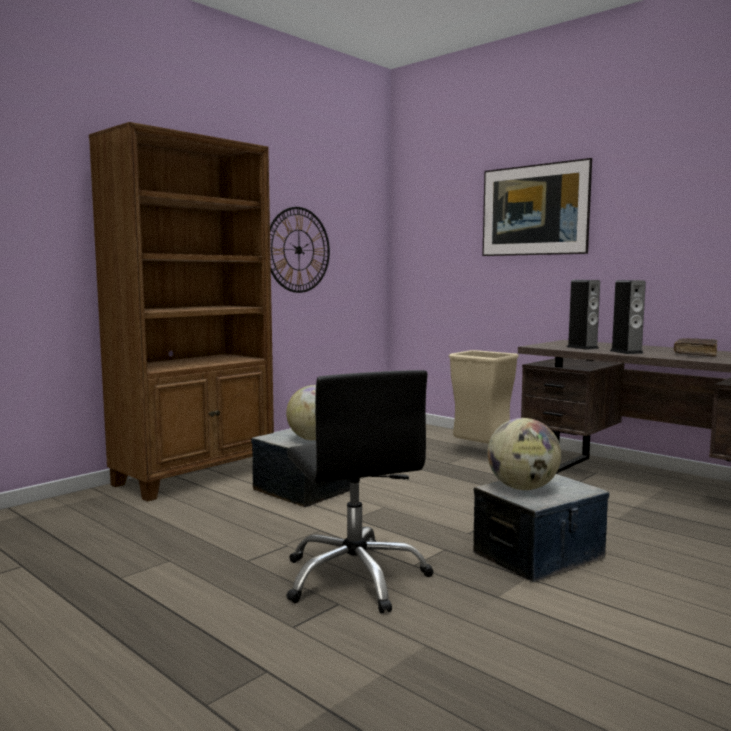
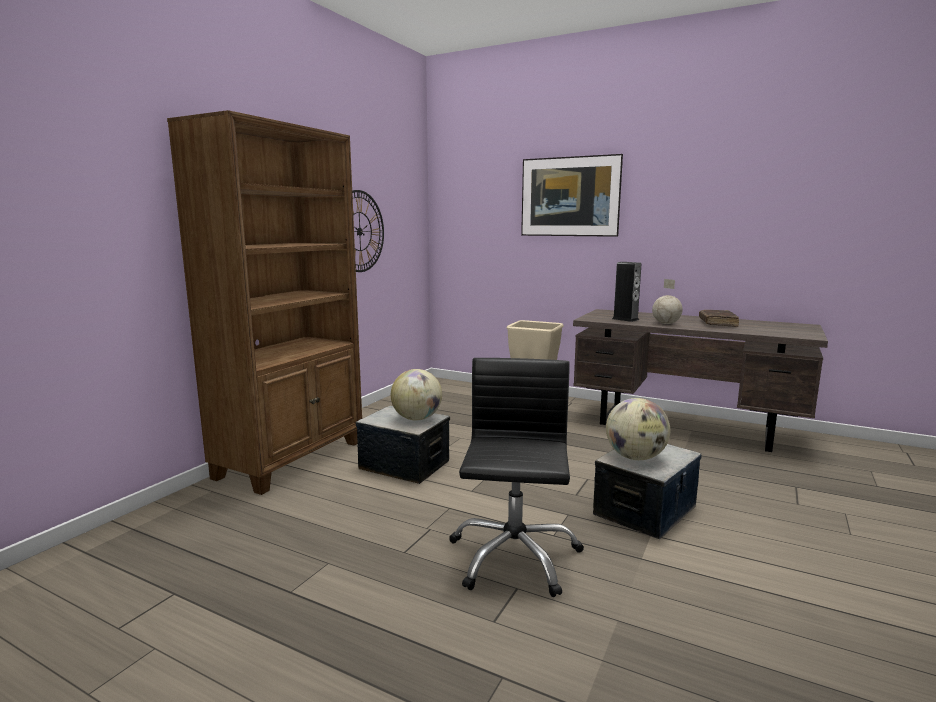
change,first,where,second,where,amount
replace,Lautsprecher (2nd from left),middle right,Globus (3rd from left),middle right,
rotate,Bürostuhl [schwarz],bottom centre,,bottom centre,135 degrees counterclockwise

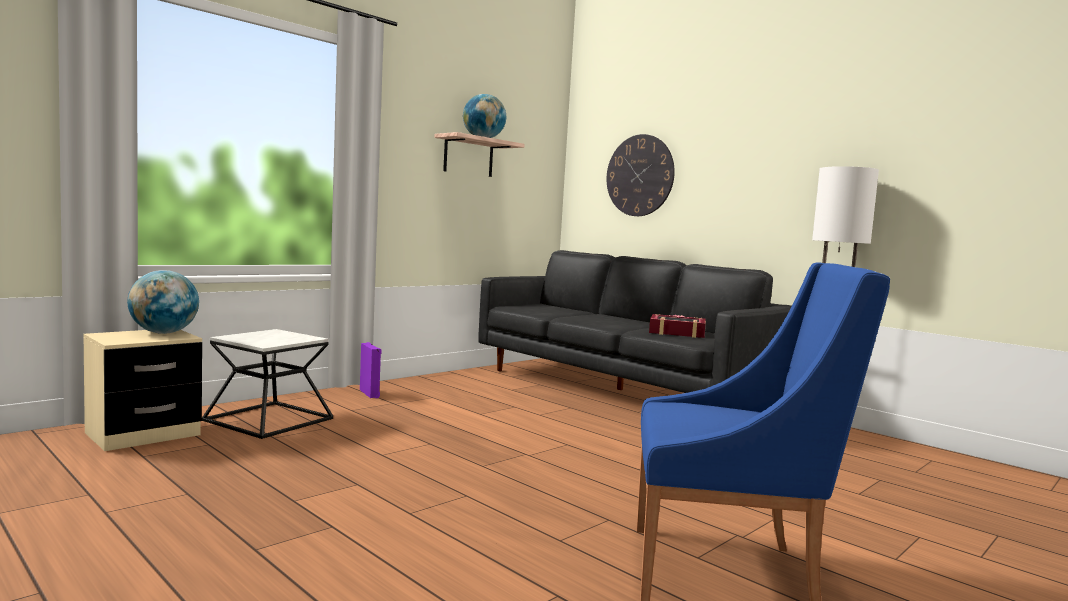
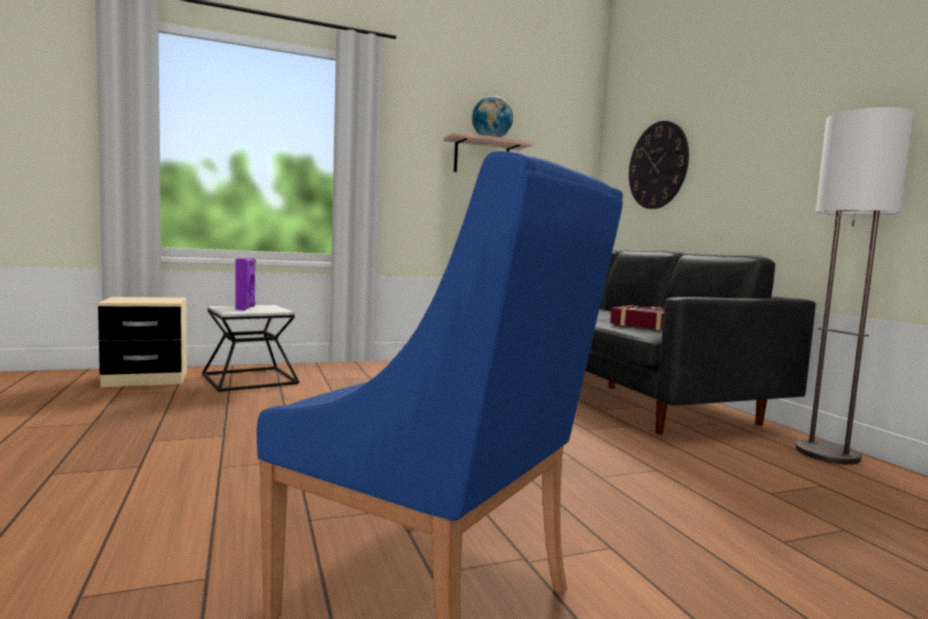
change,first,where,second,where,amount
delete,Globus (1st from left),middle left,,,
move,Lautsprecher [lila],centre,,middle left,

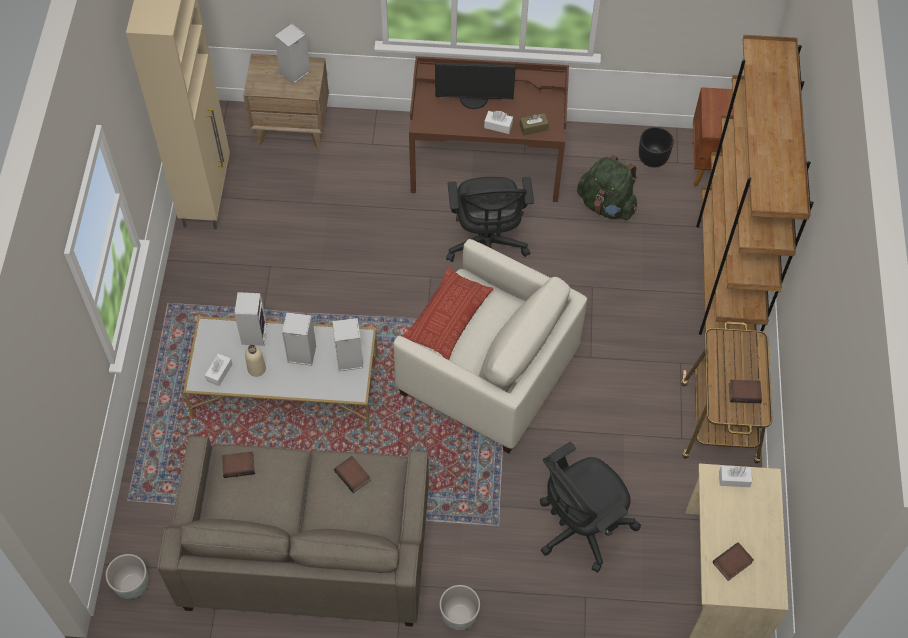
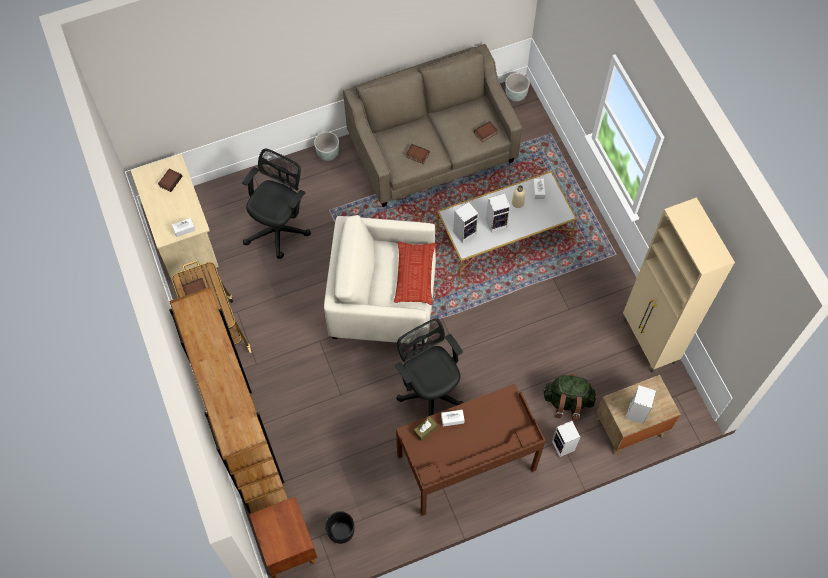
change,first,where,second,where,amount
delete,Monitor,top centre,,,
move,Rucksack [grün],top right,,bottom right,
move,Lautsprecher (1st from left in the first image),middle left,Lautsprecher (3rd from left),bottom right,

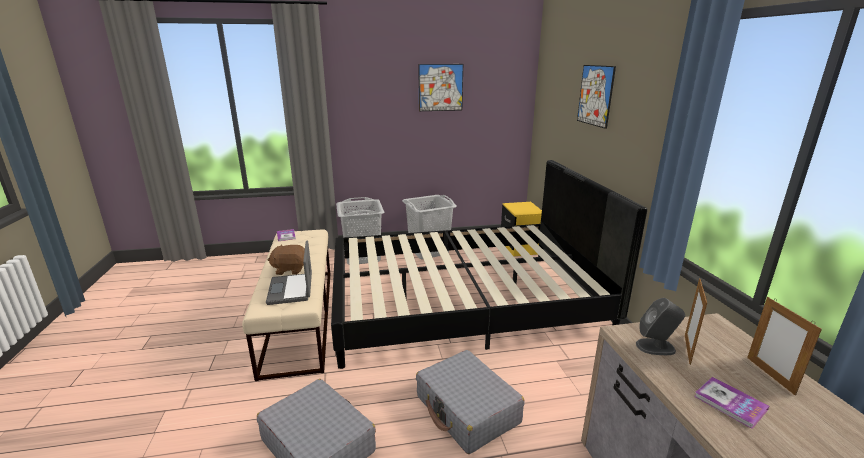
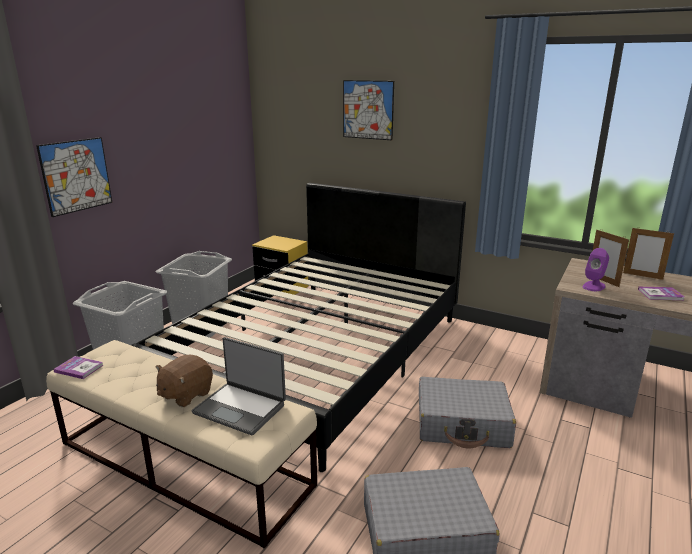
change,first,where,second,where,amount
move,Bild (1st from left),top centre,,top left,
recolor,Lautsprecher [grau],bottom right,Lautsprecher [lila],middle right,

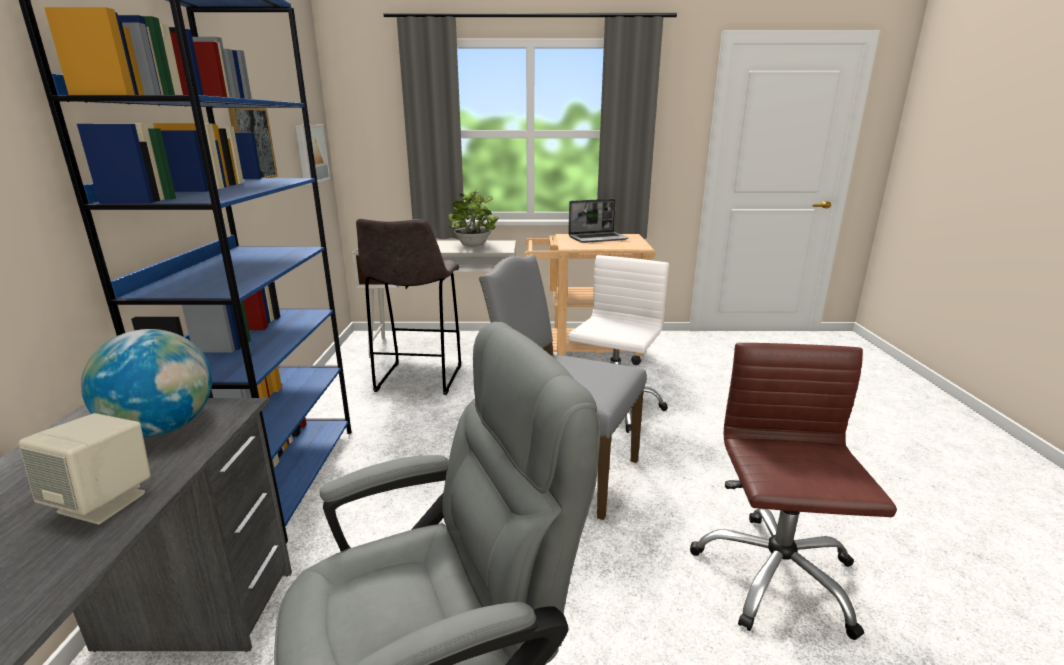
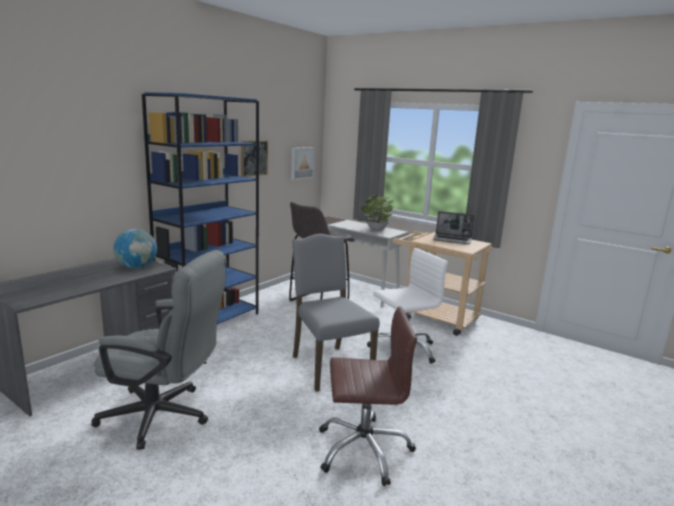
change,first,where,second,where,amount
rotate,Bürostuhl [braun],bottom right,,bottom centre,45 degrees clockwise
delete,Lautsprecher [beige],bottom left,,,

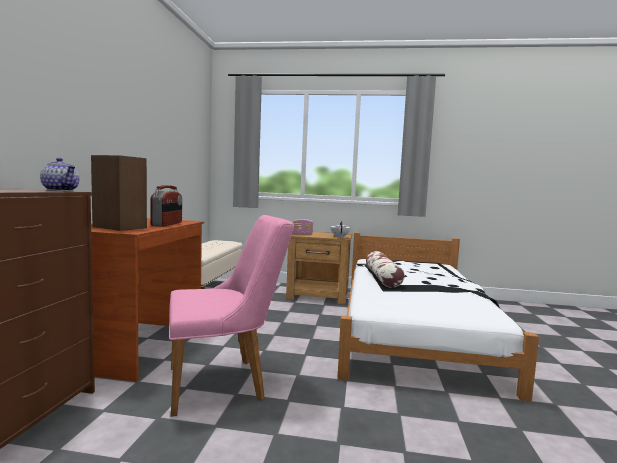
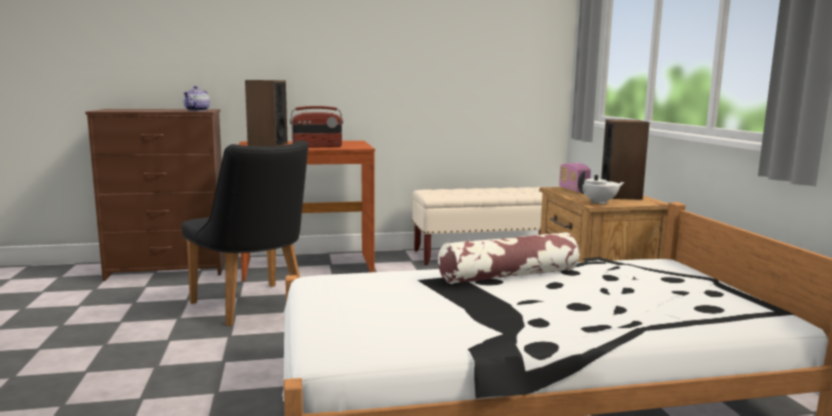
change,first,where,second,where,amount
recolor,Stuhl [rosa],bottom centre,Stuhl [schwarz],middle left,
insert,,,Lautsprecher (2nd from left),middle right,

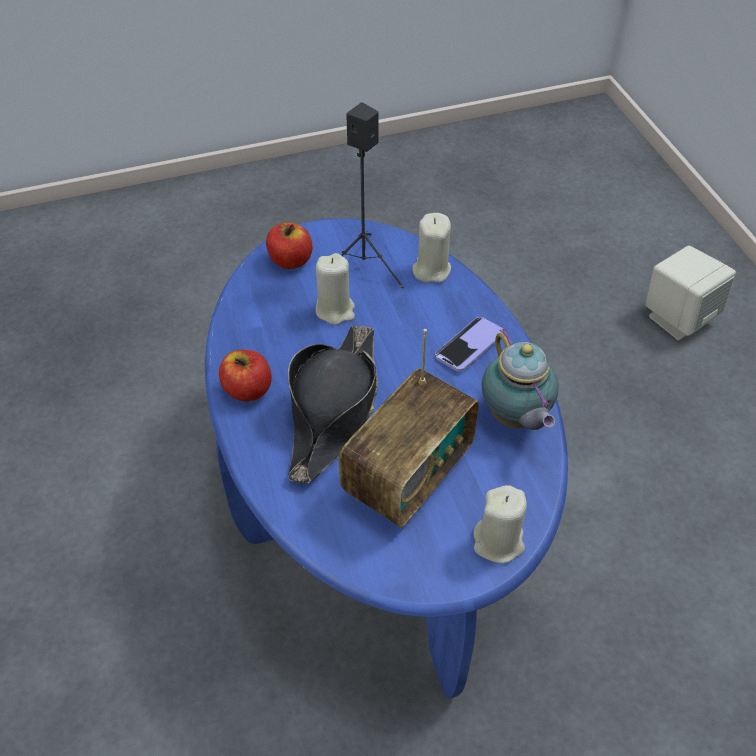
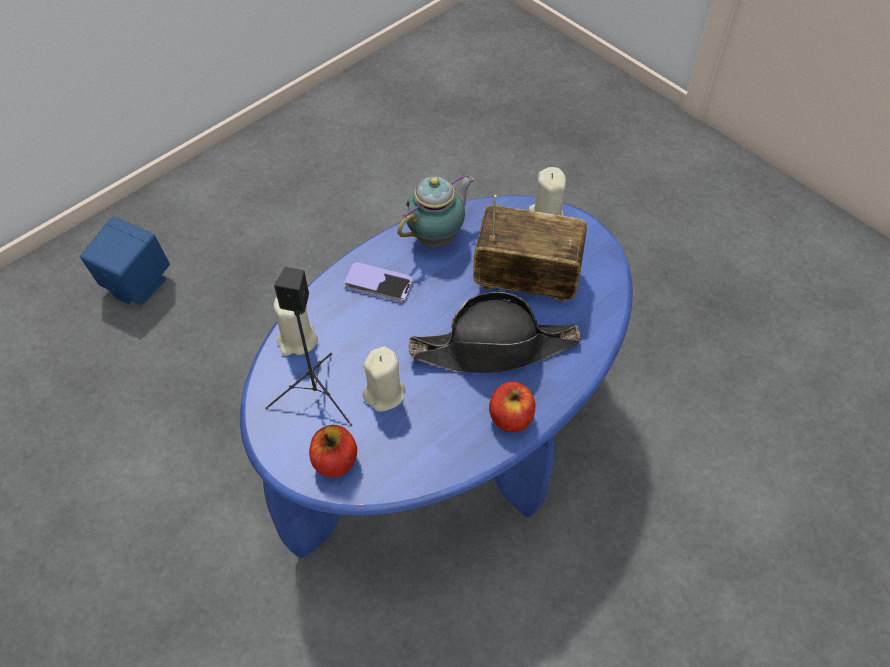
change,first,where,second,where,amount
recolor,Lautsprecher [beige],middle right,Lautsprecher [blau],middle left,

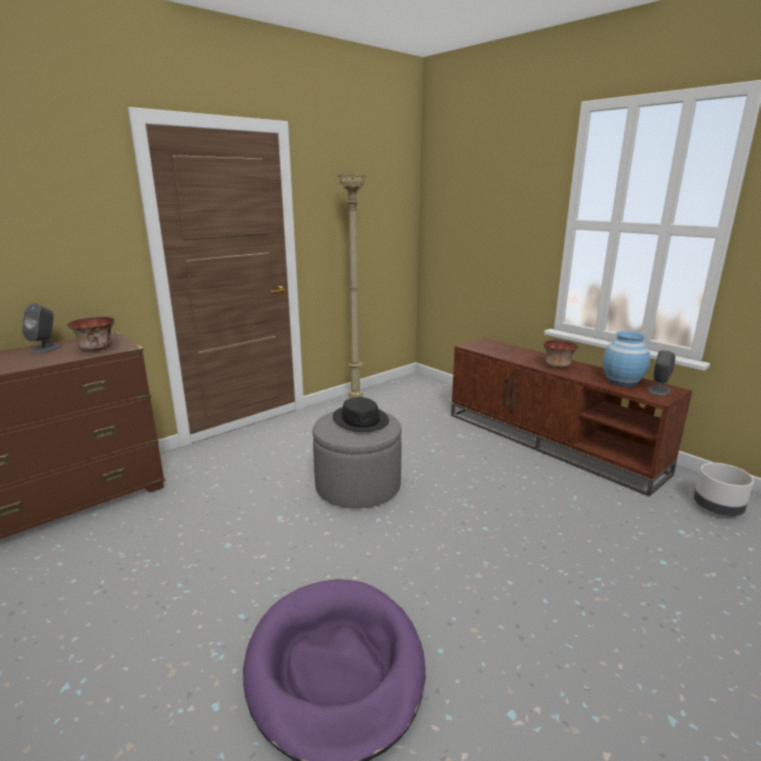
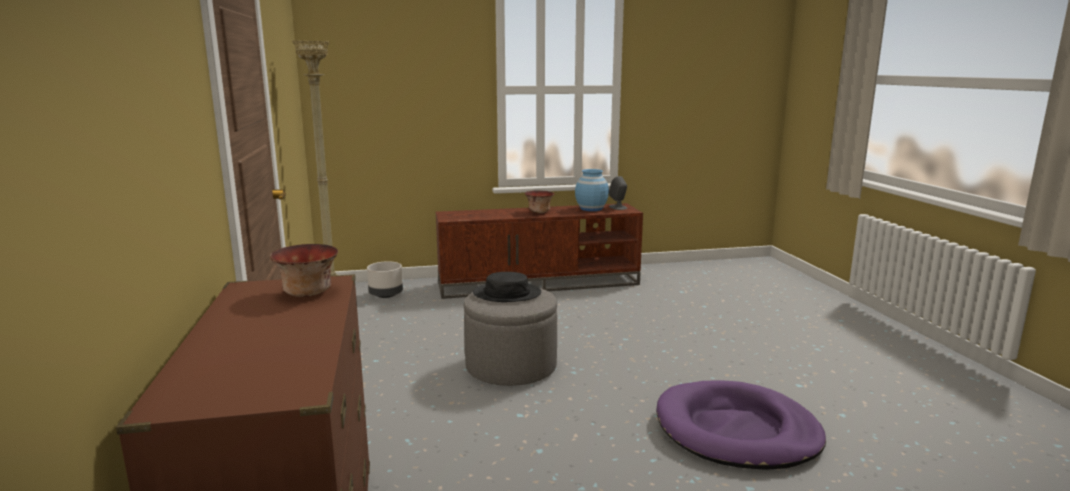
change,first,where,second,where,amount
delete,Lautsprecher [grau] (1st from left),middle left,,,
move,Pflanzkübel [grau],middle right,,centre,

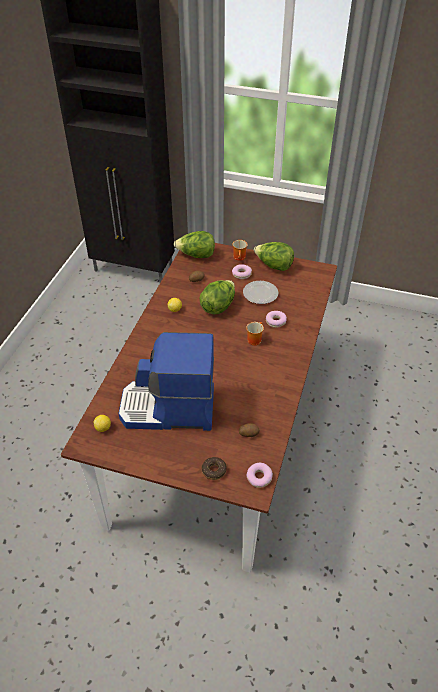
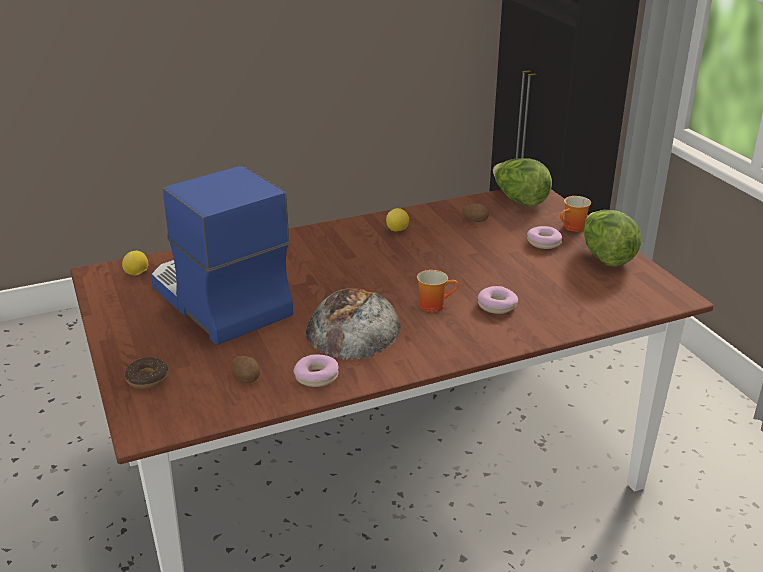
change,first,where,second,where,amount
delete,Salatkopf (2nd from left),centre,,,
delete,Teller,centre,,,
move,Donut (3rd from left in the first image),bottom centre,Donut (2nd from left),centre,
insert,,,Brot,centre,

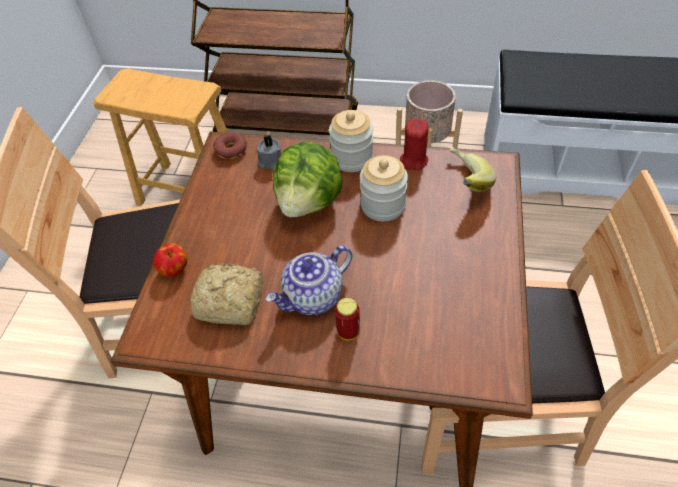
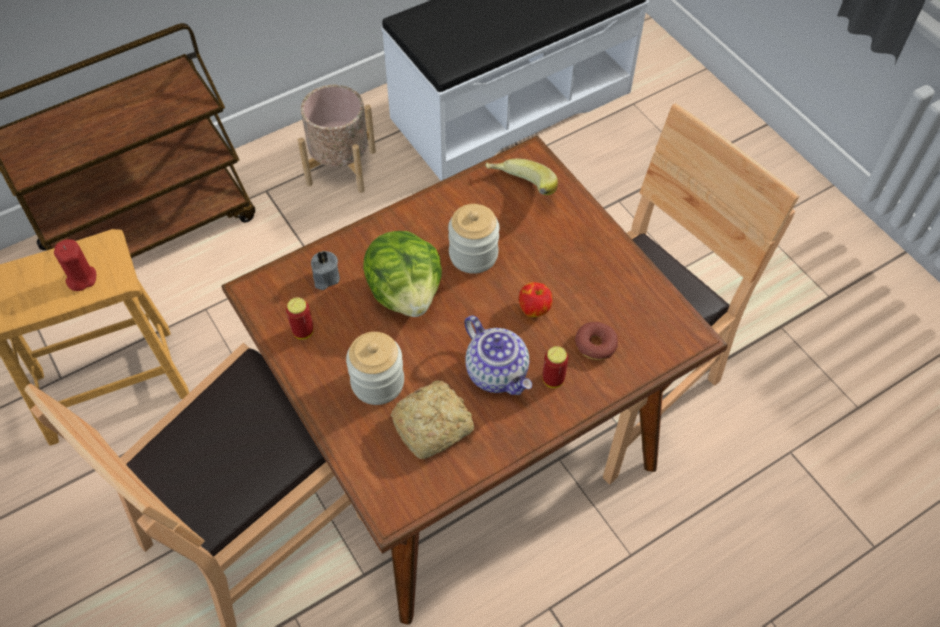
change,first,where,second,where,amount
move,Vorratsglas (1st from left),top centre,,centre,
move,Kerze [rot],top centre,,middle left,
move,Donut,top centre,,centre,
move,Apfel,middle left,,centre,
rotate,Teekanne,centre,,centre,45 degrees counterclockwise
insert,,,Dose (1st from left),middle left,

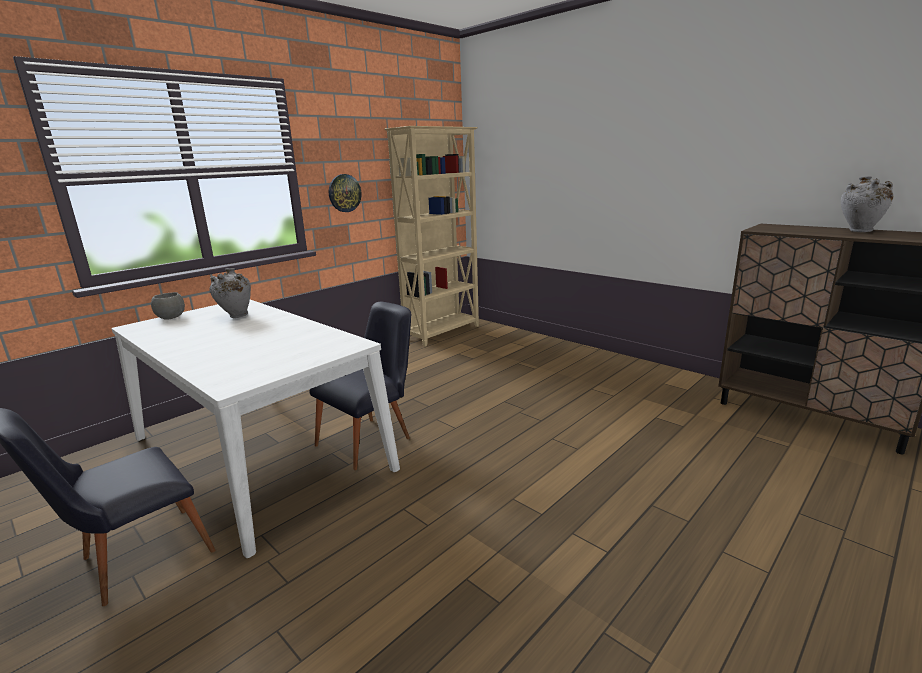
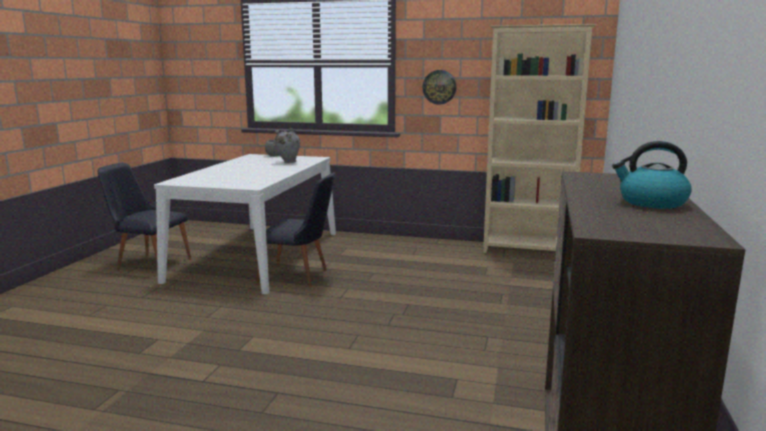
change,first,where,second,where,amount
replace,Vase [grau] (2nd from left),top right,Wasserkessel,middle right,

